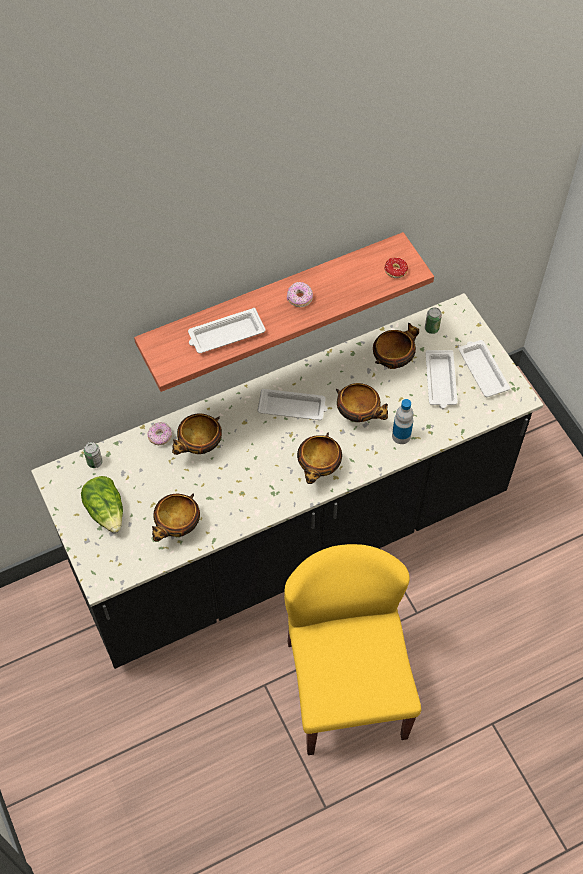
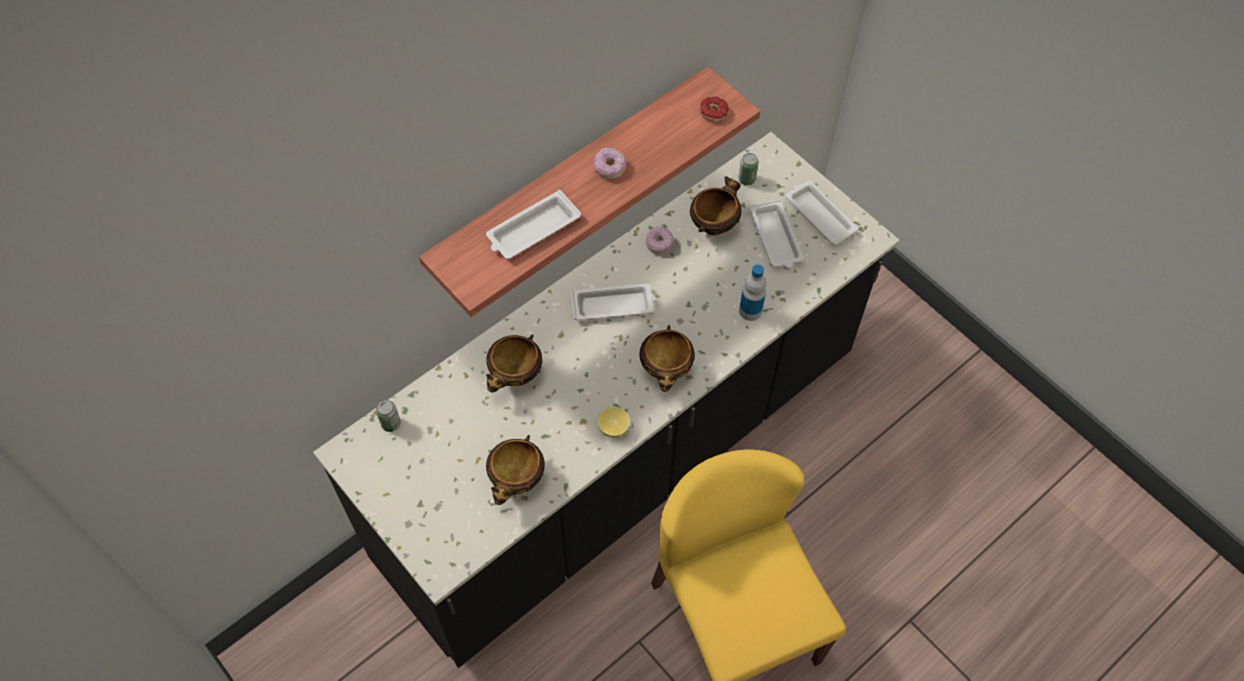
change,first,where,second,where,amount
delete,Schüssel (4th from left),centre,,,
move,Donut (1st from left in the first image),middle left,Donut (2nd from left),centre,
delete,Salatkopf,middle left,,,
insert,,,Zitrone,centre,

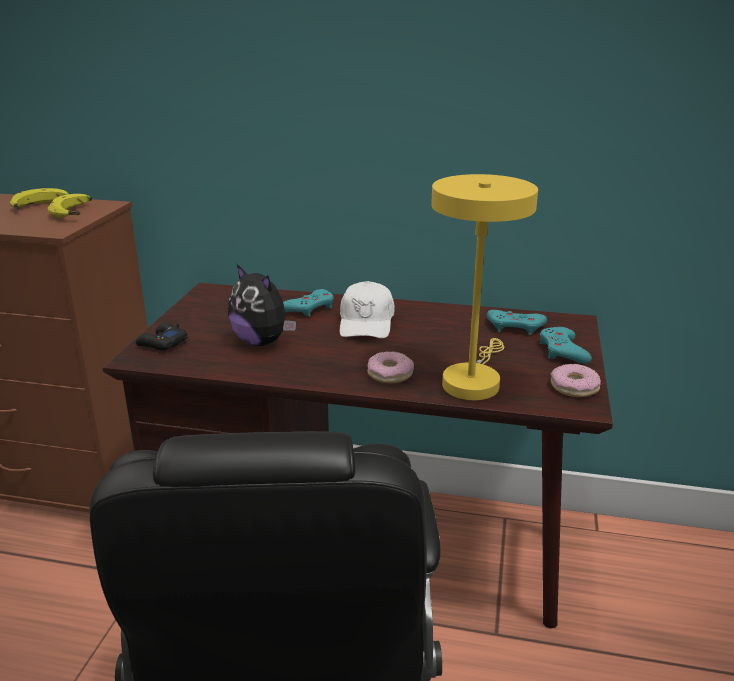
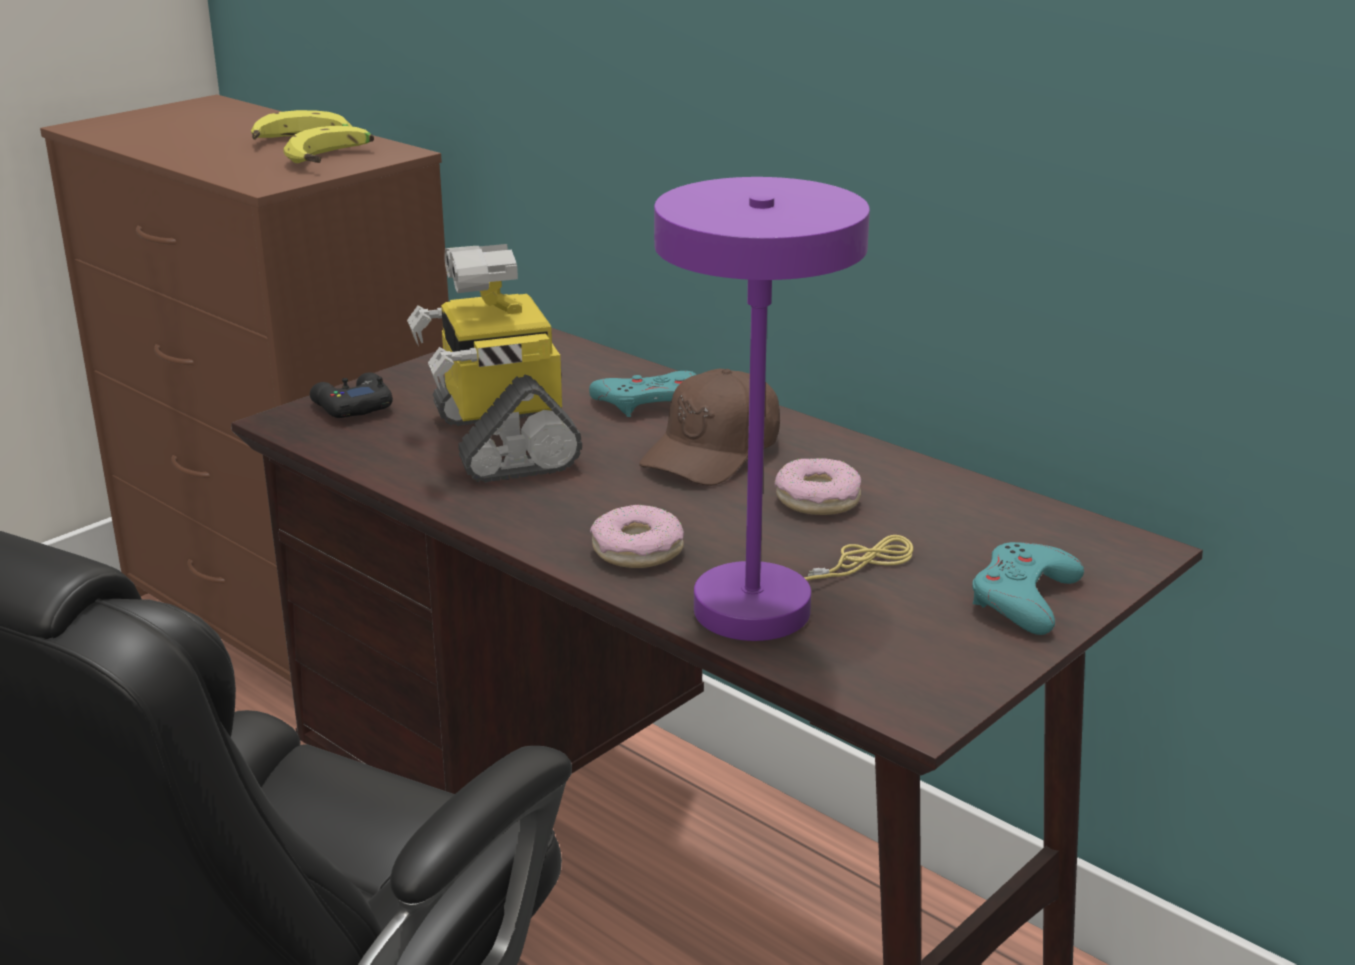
change,first,where,second,where,amount
recolor,Tischlampe [gelb],centre,Tischlampe [lila],centre,
replace,Plüschtier,centre,Spielzeugroboter,centre,
recolor,Kappe [weiß],centre,Kappe [braun],centre,
delete,Gamepad [türkis] (2nd from left),middle right,,,
move,Donut (2nd from left),middle right,,centre,

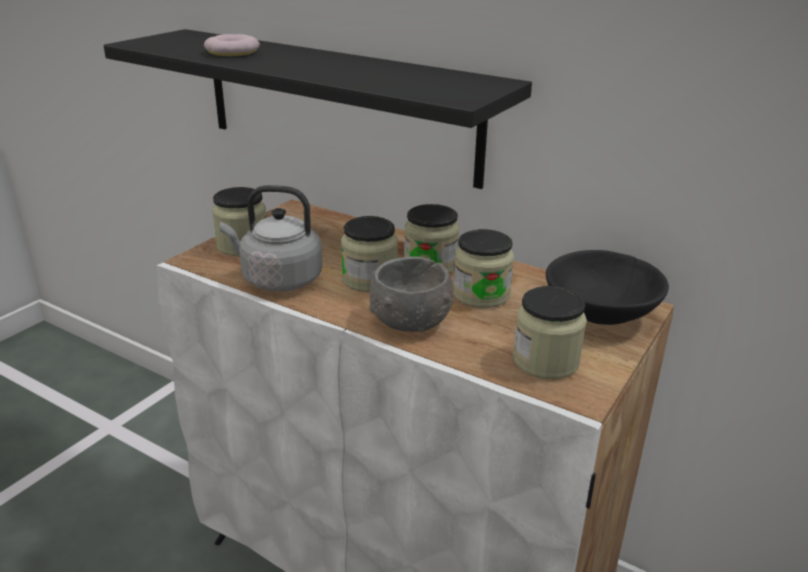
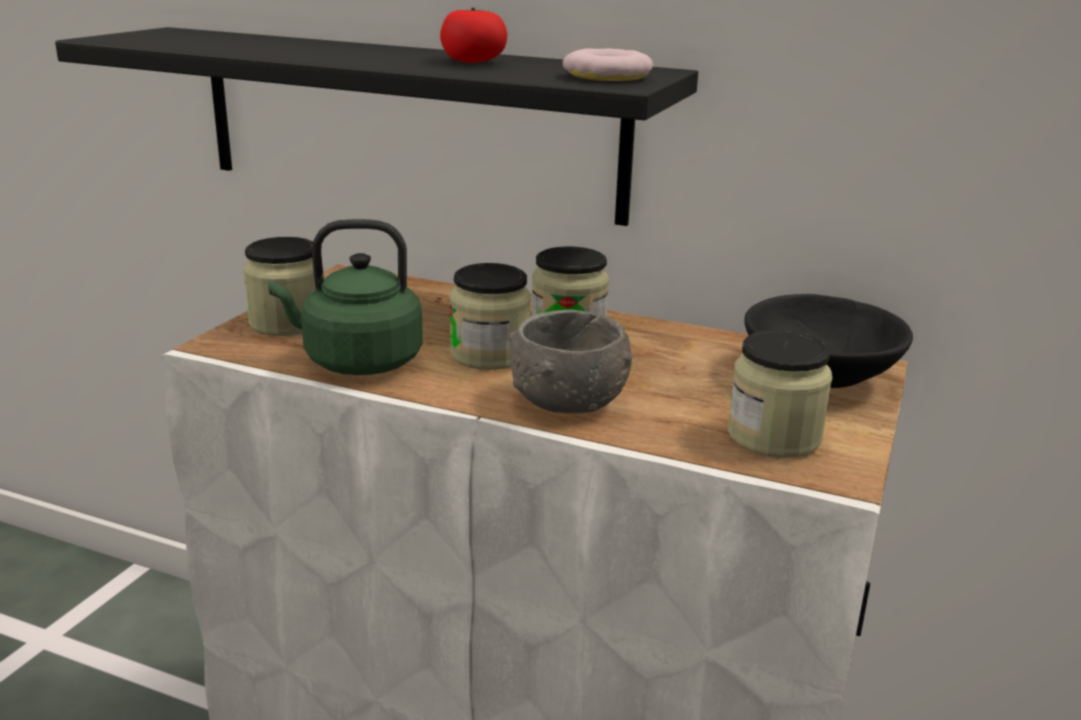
change,first,where,second,where,amount
move,Donut,top left,,top centre,
recolor,Wasserkessel [grau],centre,Wasserkessel [grün],middle left,
delete,Vorratsglas (4th from left),centre,,,
insert,,,Tomate,top centre,

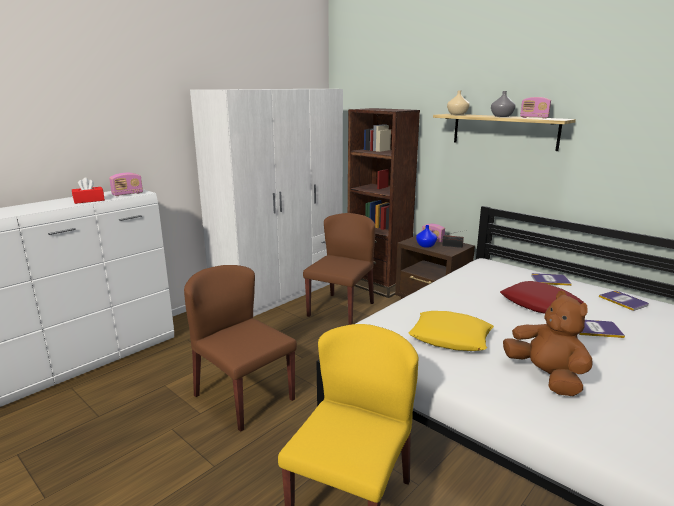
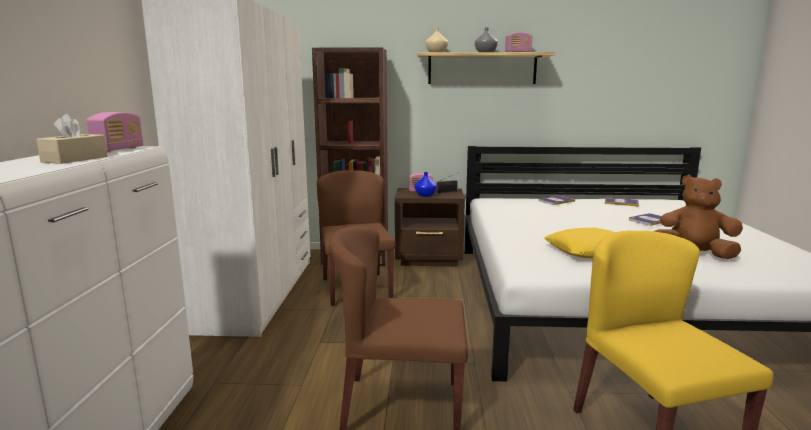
change,first,where,second,where,amount
recolor,Taschentuchbox [rot],middle left,Taschentuchbox [beige],top left,
delete,Kissen [rot],middle right,,,

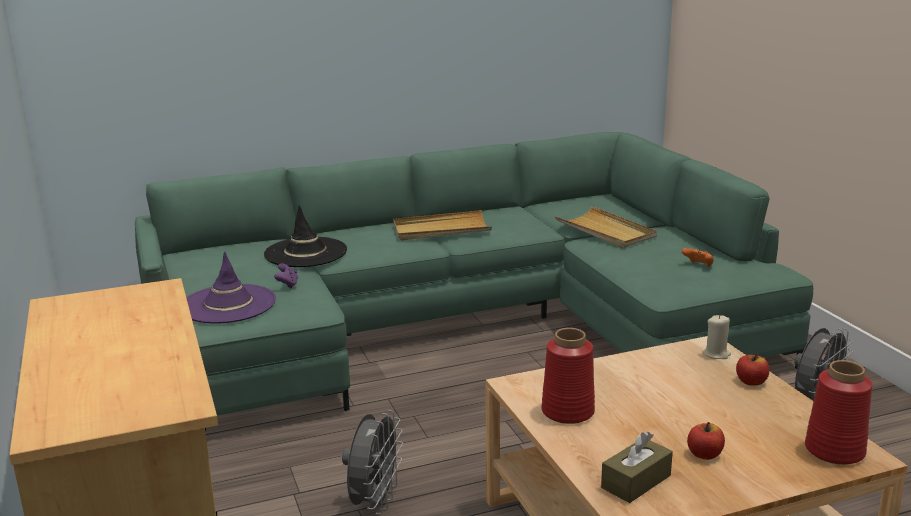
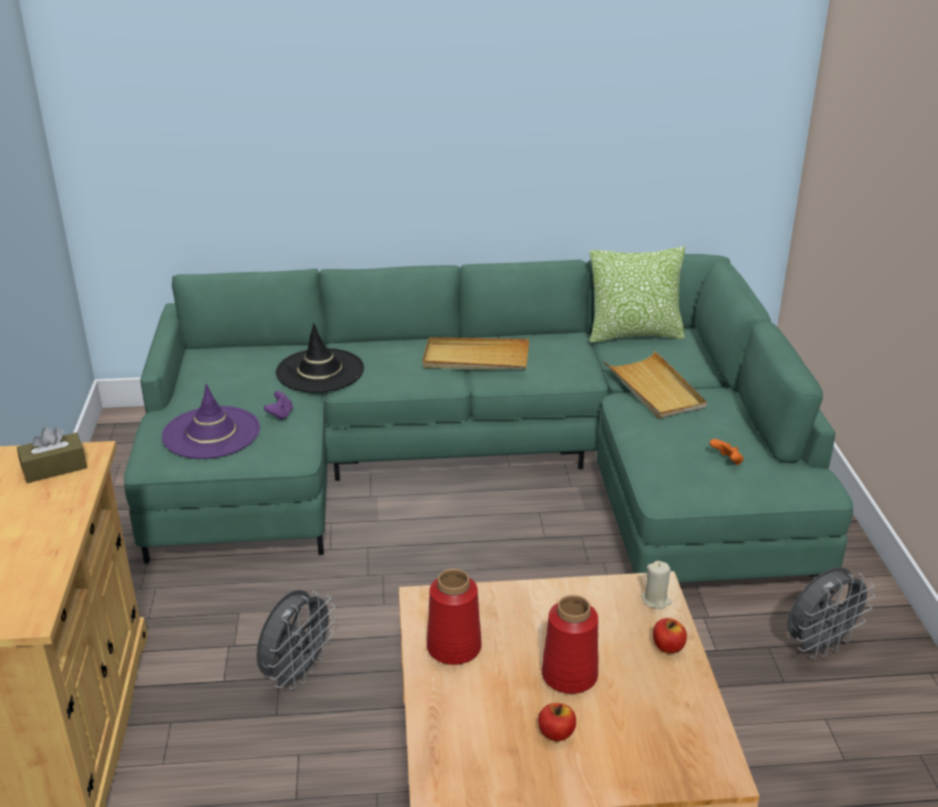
change,first,where,second,where,amount
move,Vase [rot] (2nd from left),bottom right,,bottom centre,
move,Taschentuchbox [braun],bottom right,,middle left,
insert,,,Kissen,middle right,

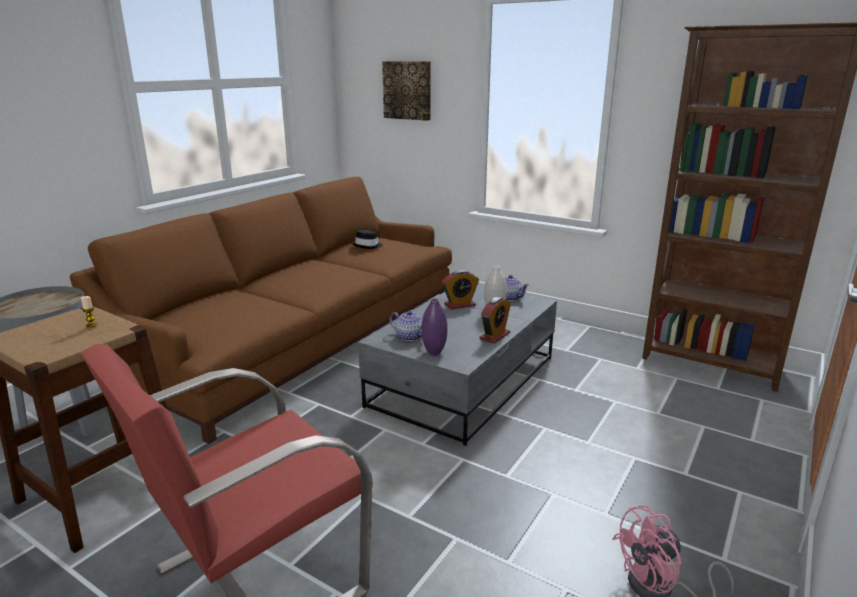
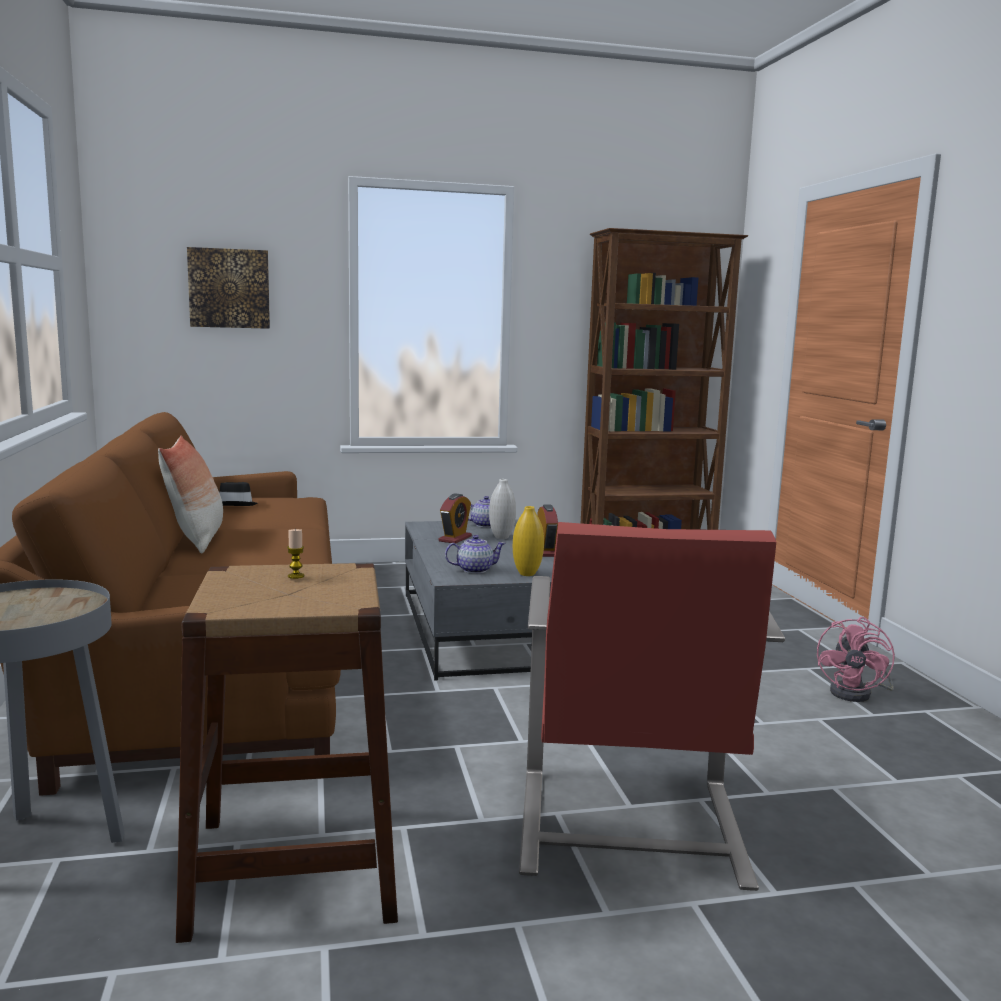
change,first,where,second,where,amount
recolor,Vase [lila],centre,Vase [gelb],centre,
insert,,,Kissen,middle left,

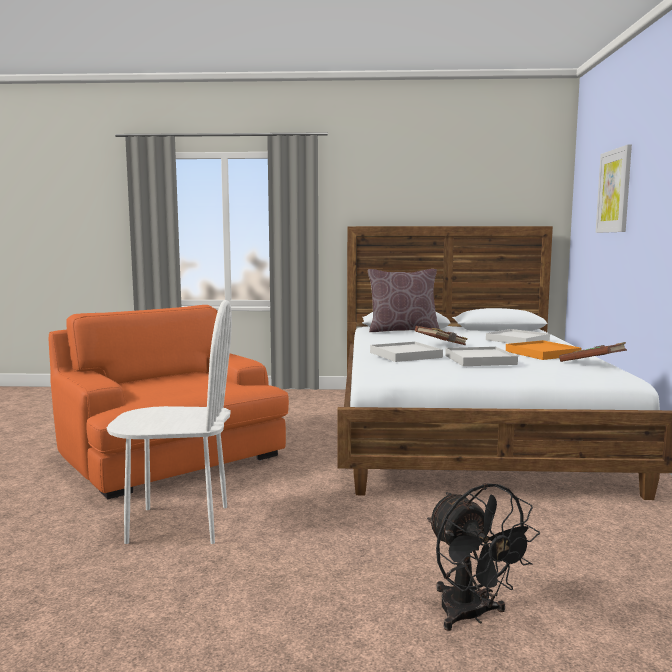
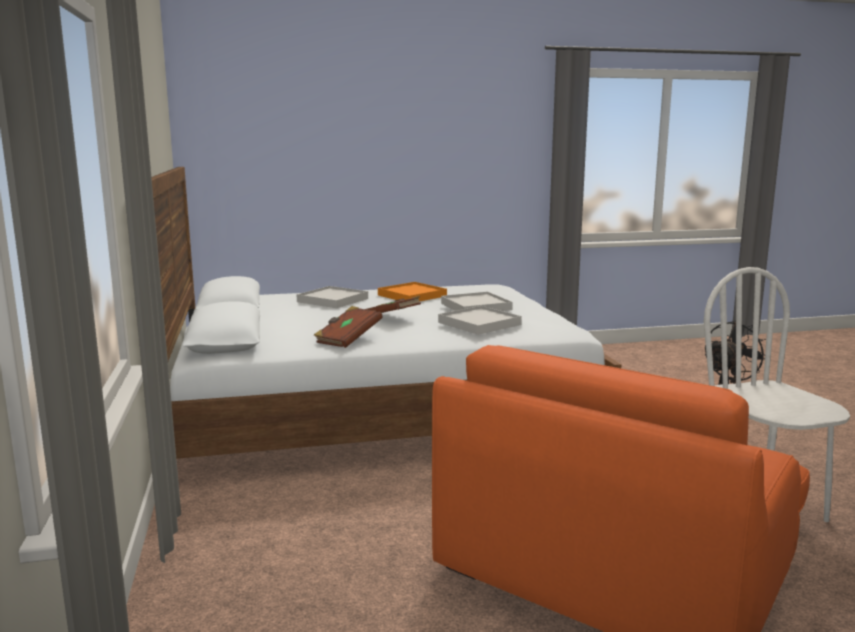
change,first,where,second,where,amount
delete,Bild,top right,,,
delete,Kissen [braun],centre,,,
move,Buch [braun] (2nd from left in the first image),middle right,Buch [braun] (1st from left),centre,

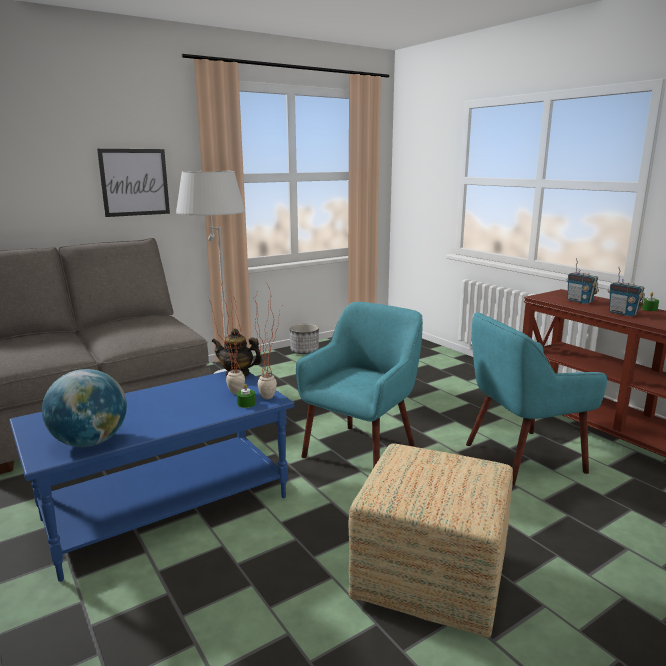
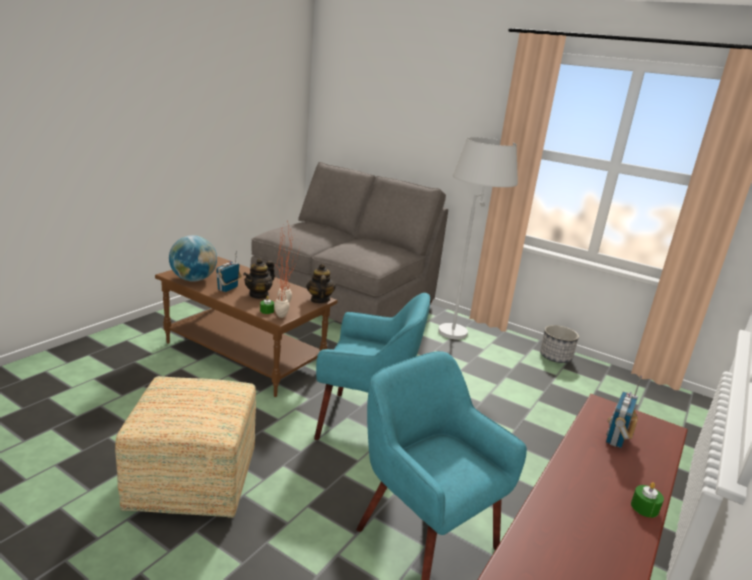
change,first,where,second,where,amount
delete,Bild,top left,,,
move,Radio (2nd from left in the first image),middle right,Radio (1st from left),middle left,
recolor,Couchtisch [blau],bottom left,Couchtisch [braun],middle left,
insert,,,Teekanne (1st from left),centre,

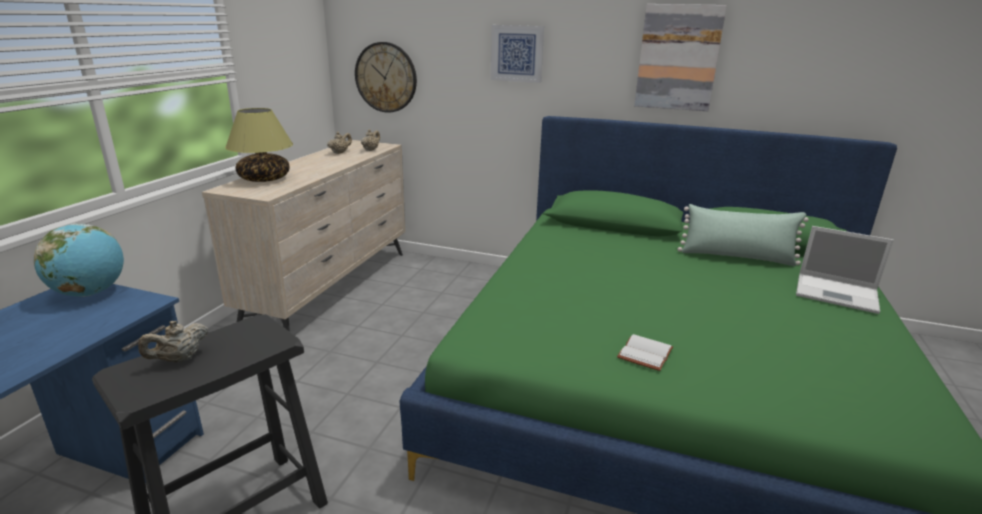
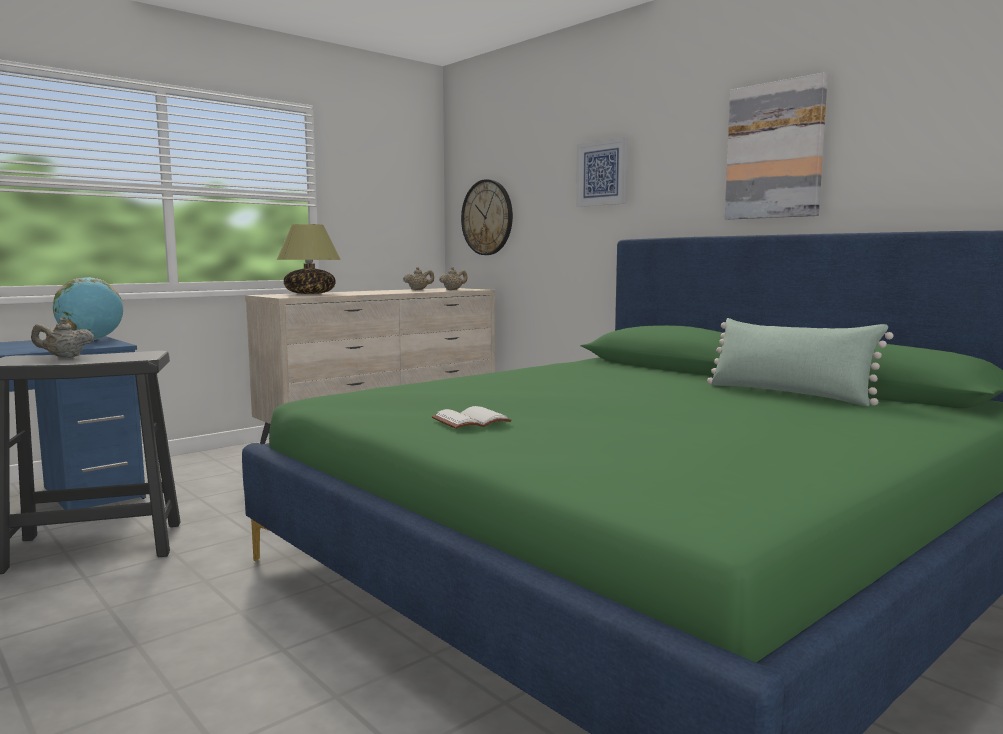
change,first,where,second,where,amount
delete,Laptop,middle right,,,

